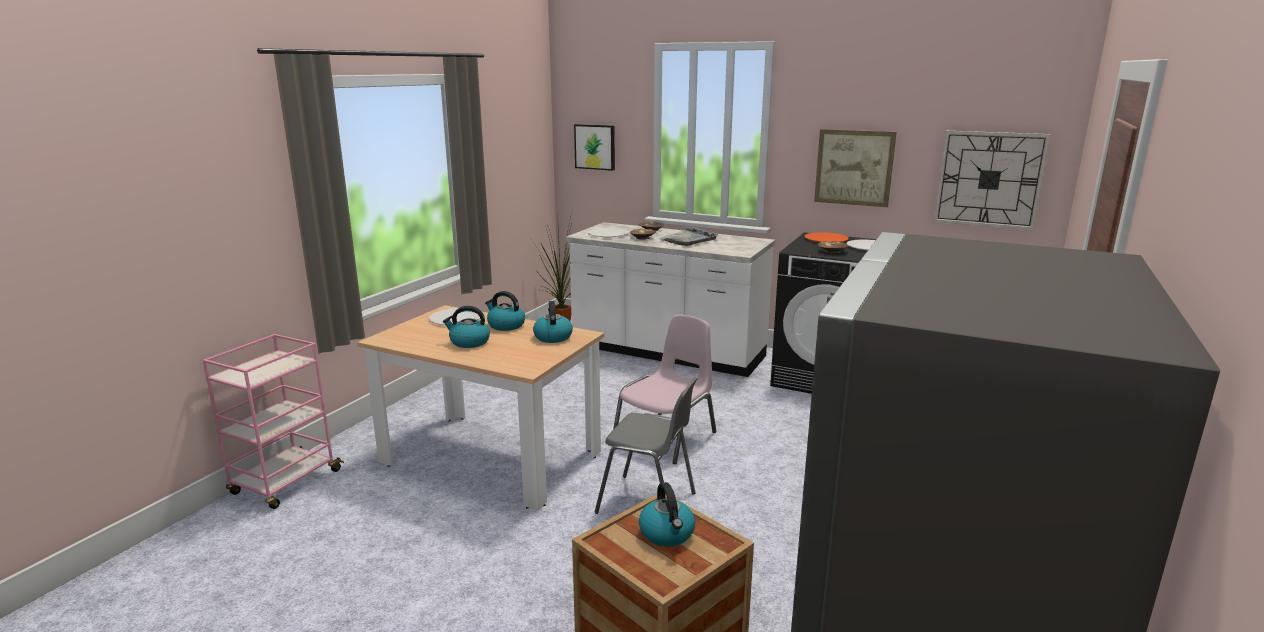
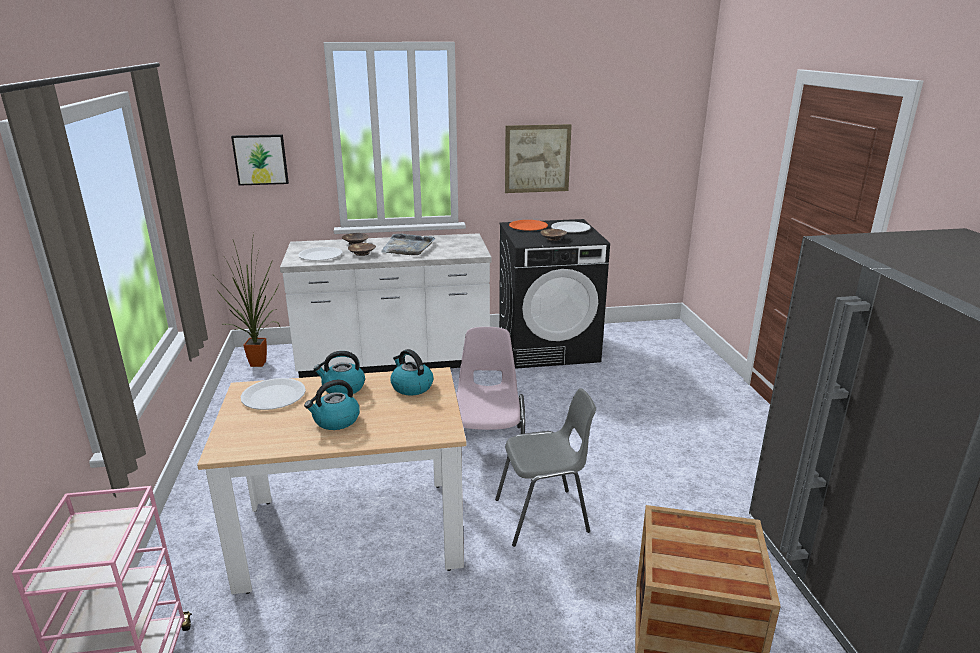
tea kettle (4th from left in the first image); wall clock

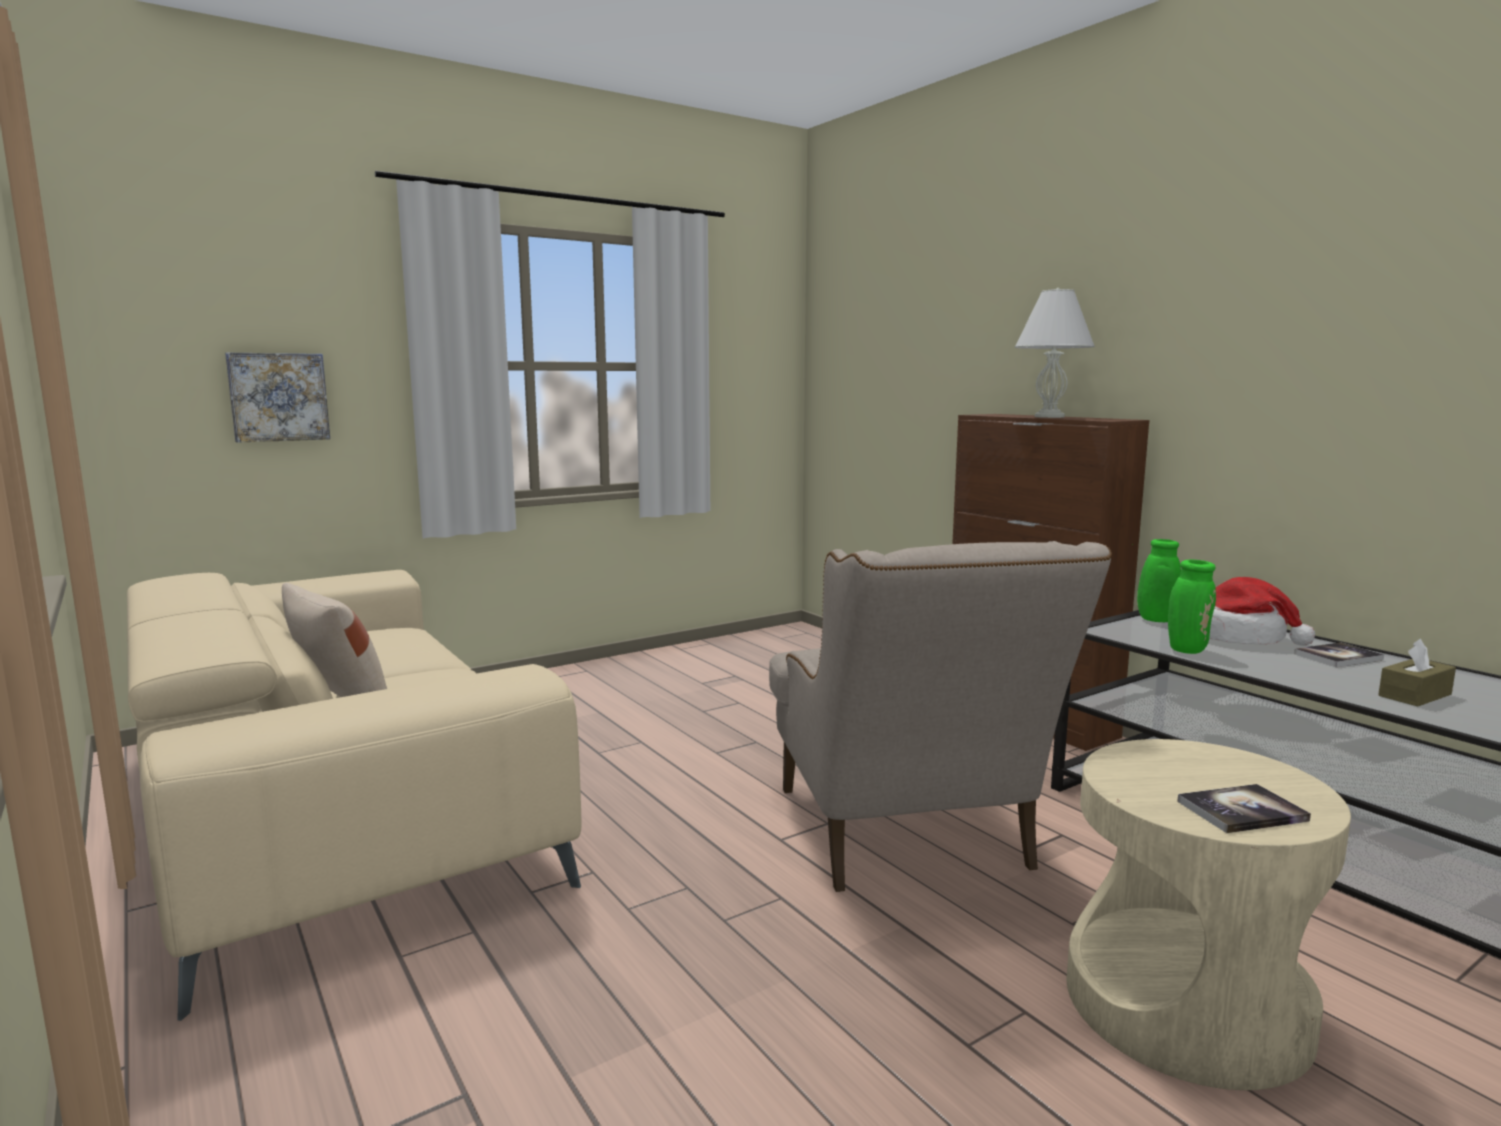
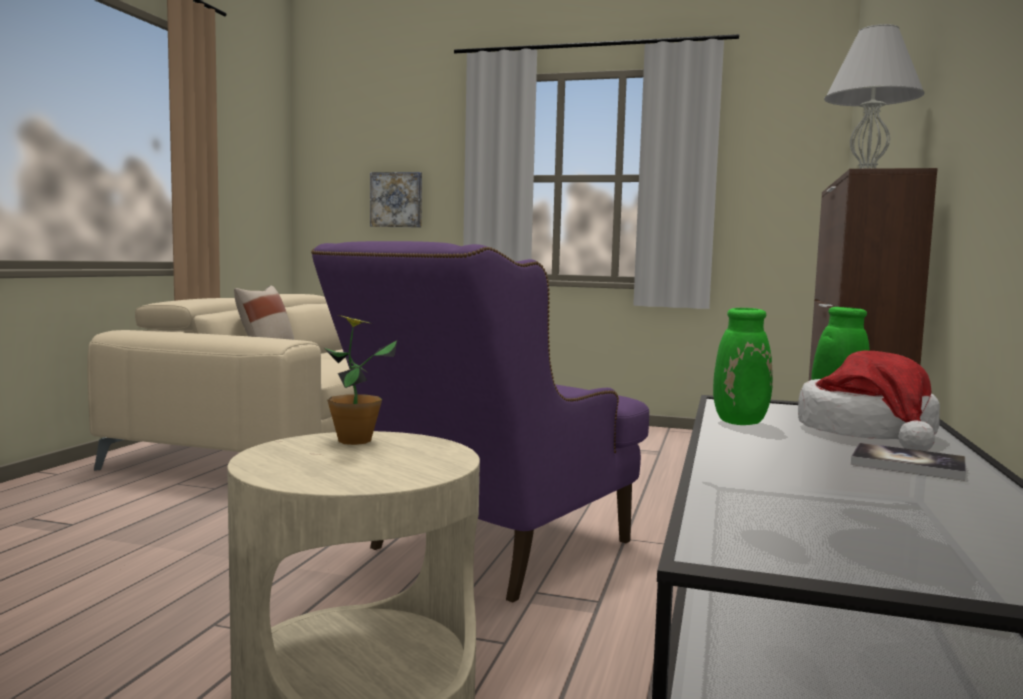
purple lounge chair; potted plant; volume (1st from left in the first image); brown-coloured tissue holder

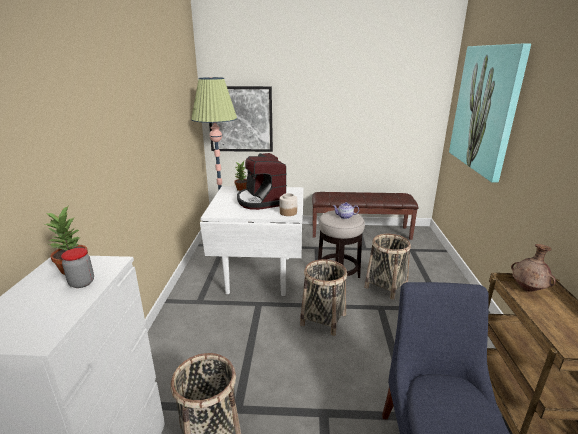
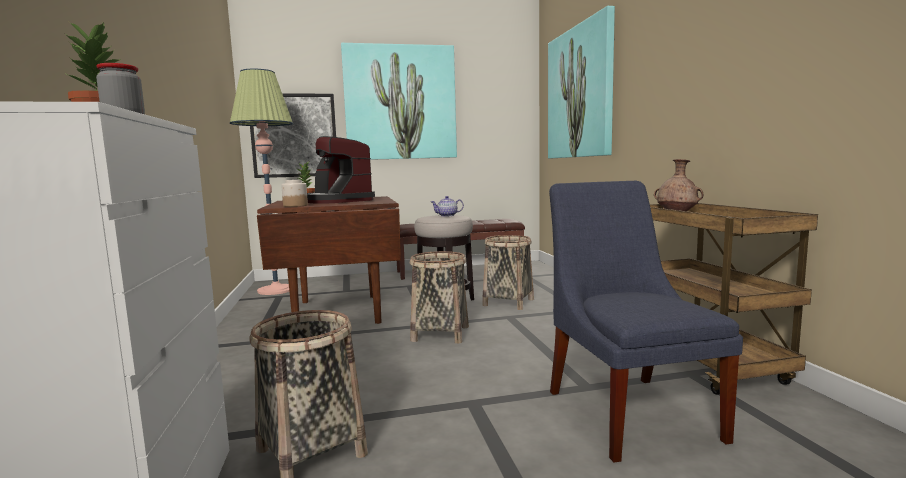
brown-coloured kitchen table; storage jar (2nd from left); wall picture (2nd from left)

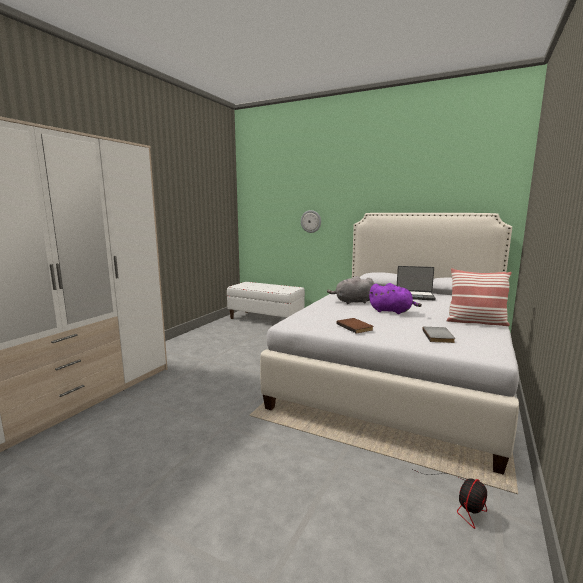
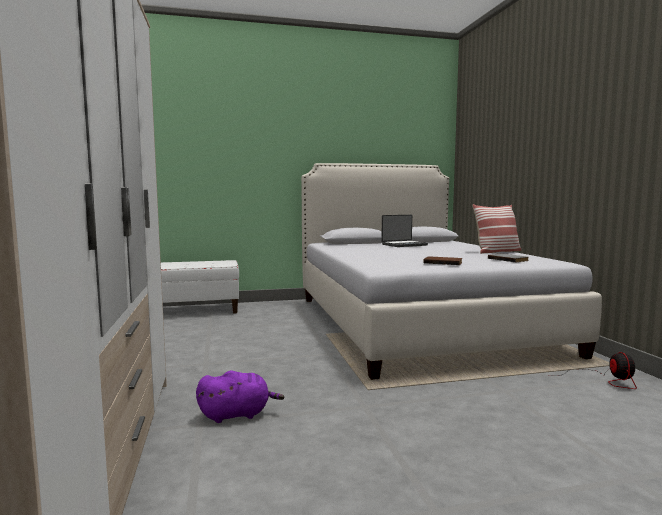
purple cuddly toy; wall clock; greyish cuddly toy

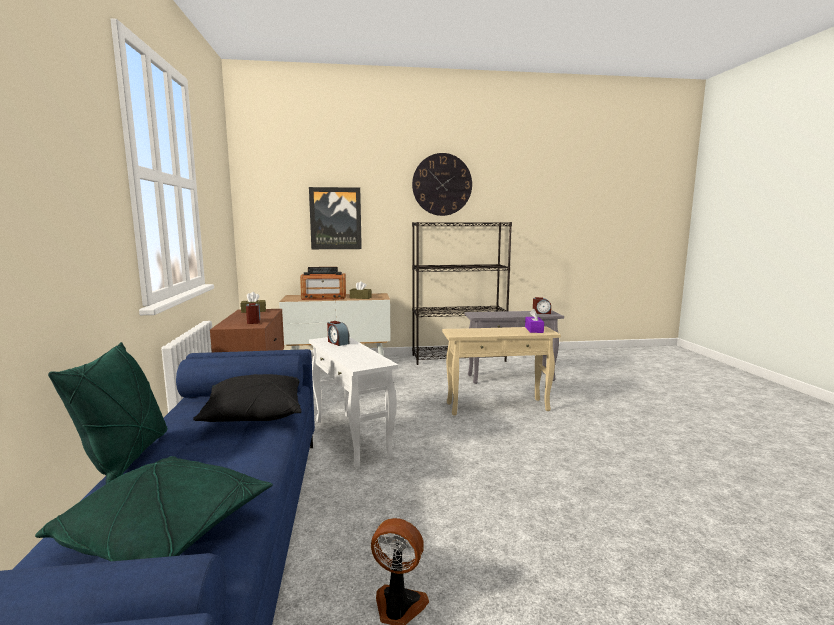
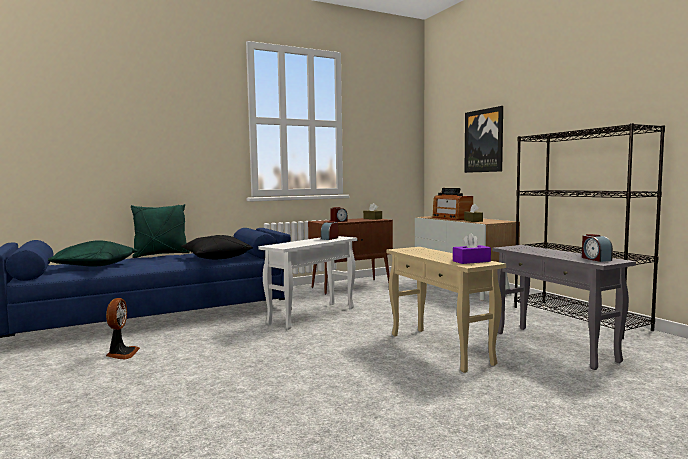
wall clock

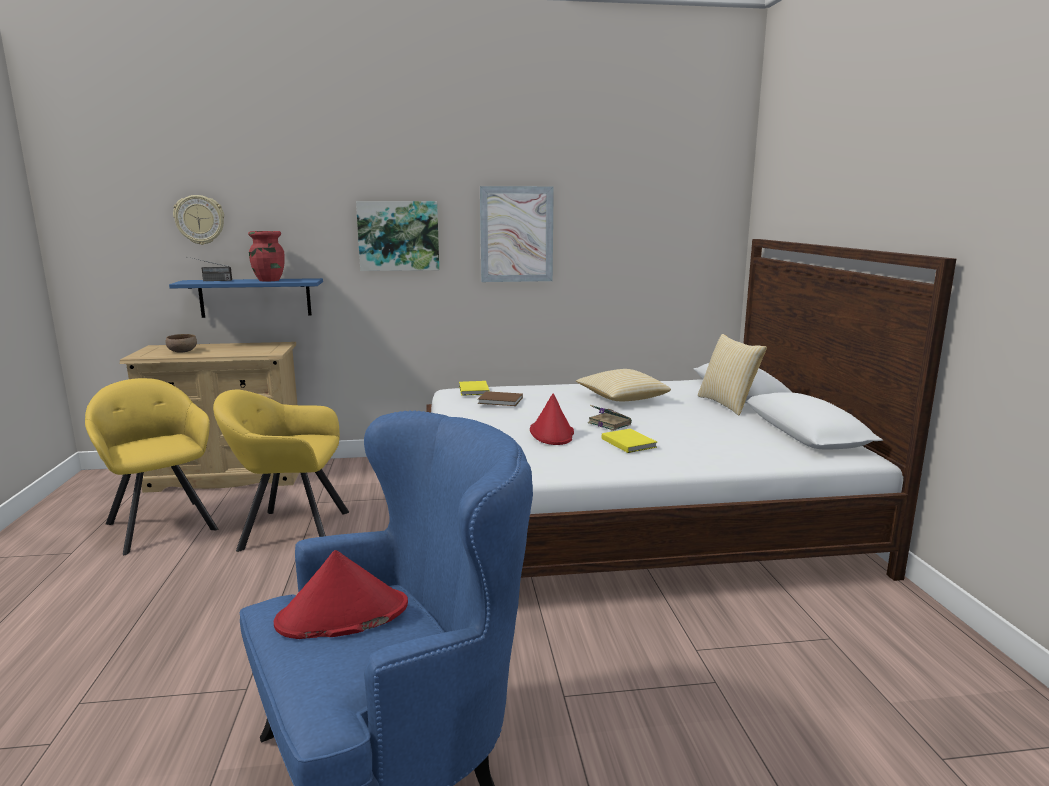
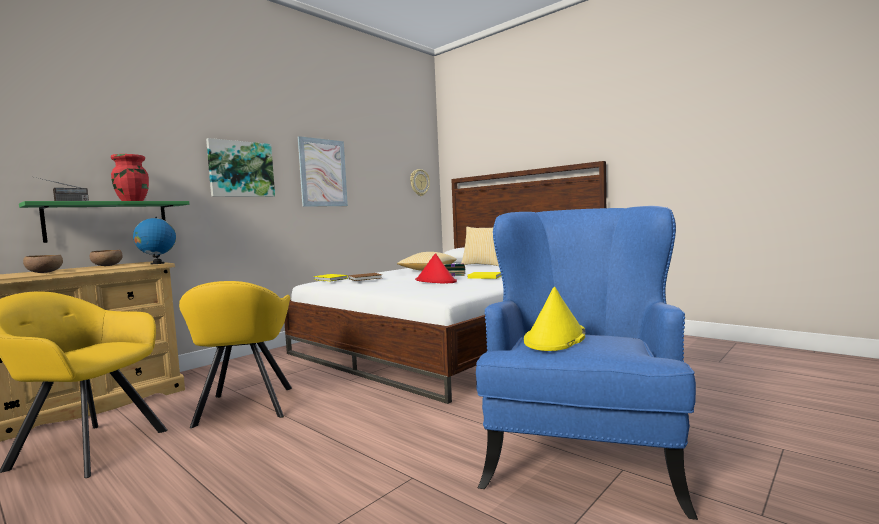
green-coloured wall shelf; brown-coloured bowl (2nd from left); world globe; yellowish lounge chair (2nd from left); wall clock; yellowish hat

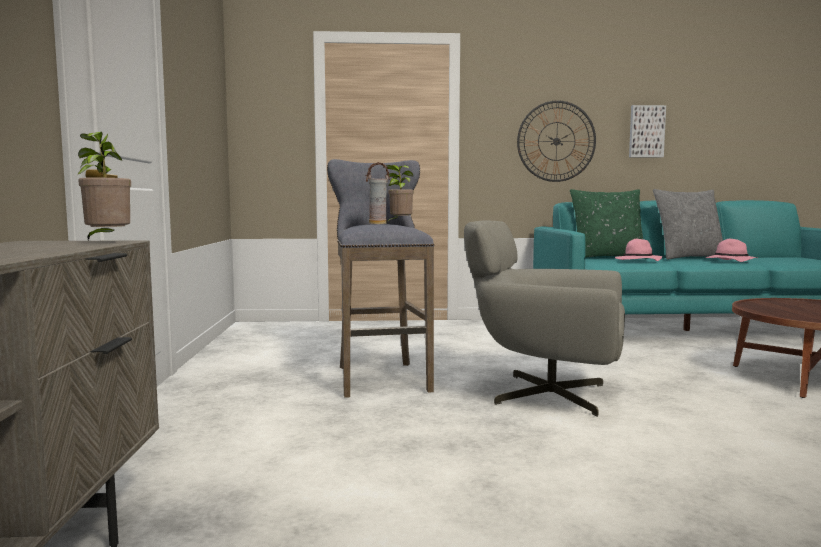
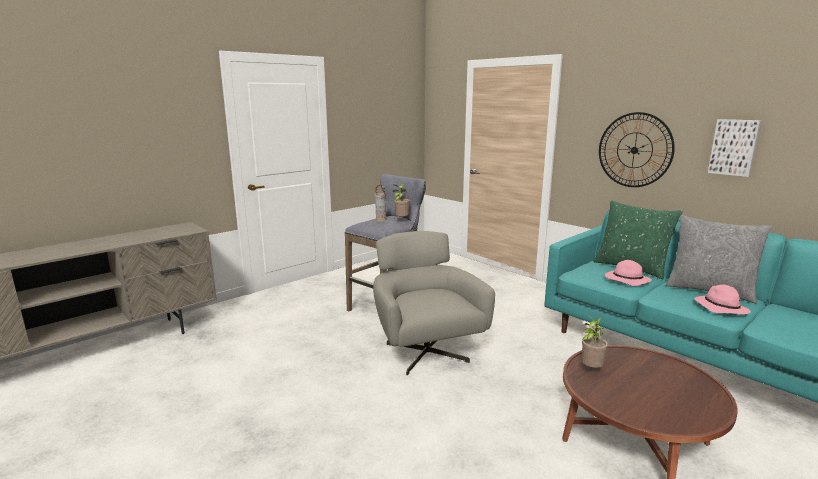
potted plant (2nd from left)

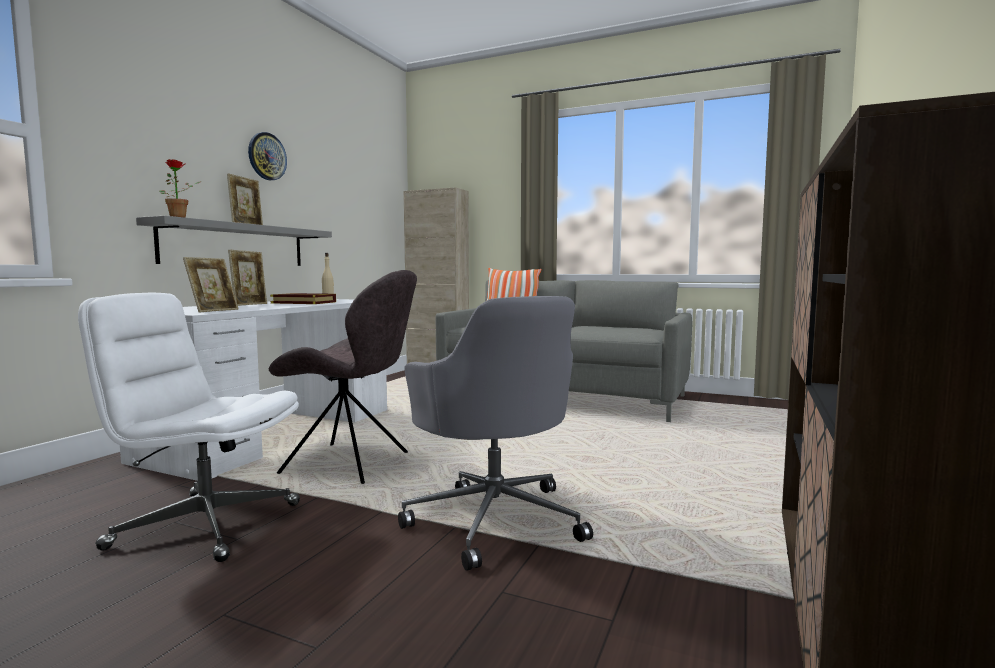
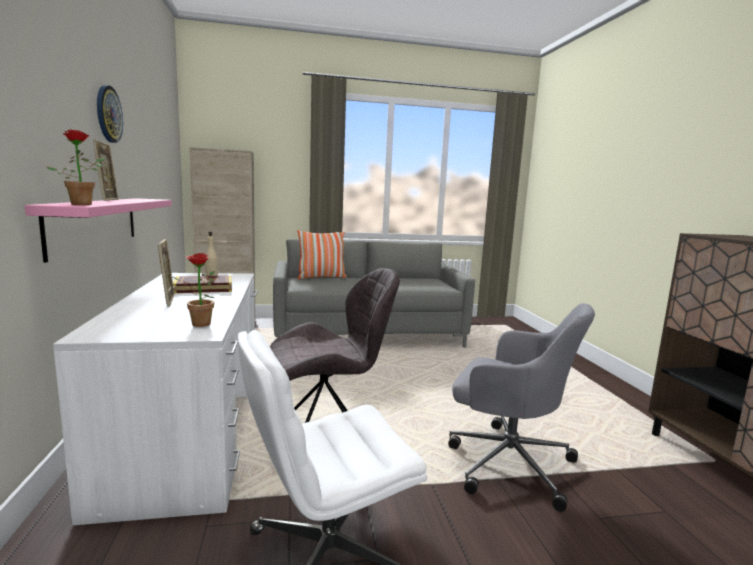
pink-coloured wall shelf; potted plant (2nd from left)

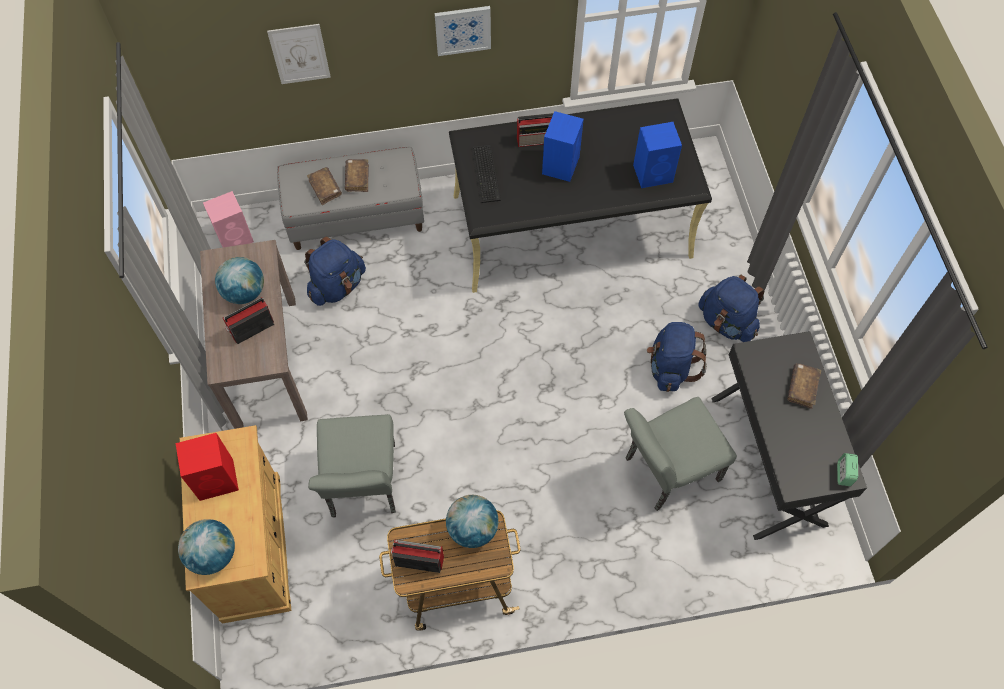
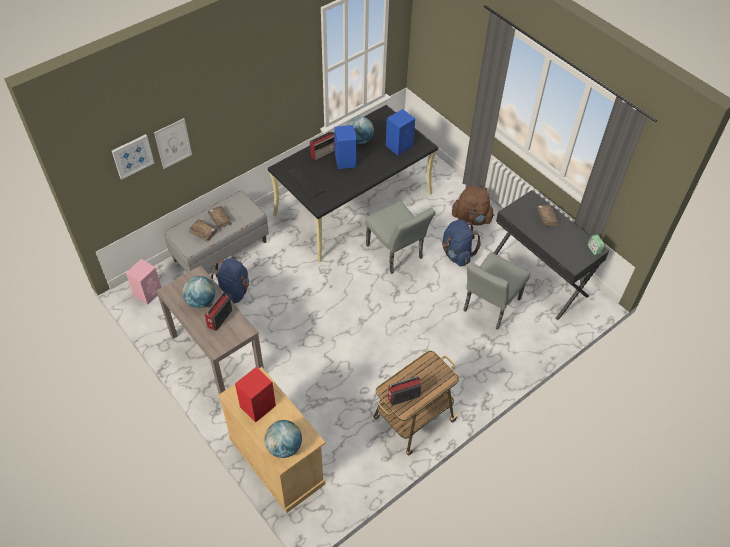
wall picture (1st from left); world globe (3rd from left); greyish chair (1st from left); brown-coloured rucksack

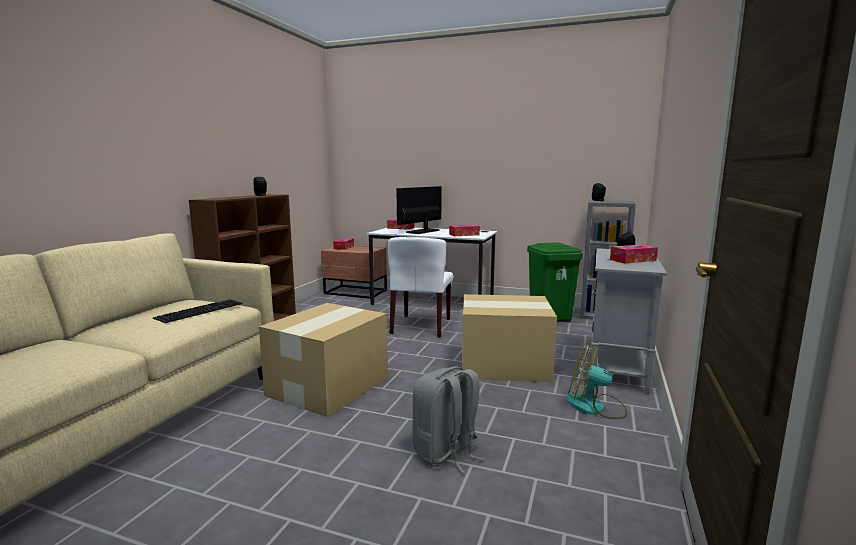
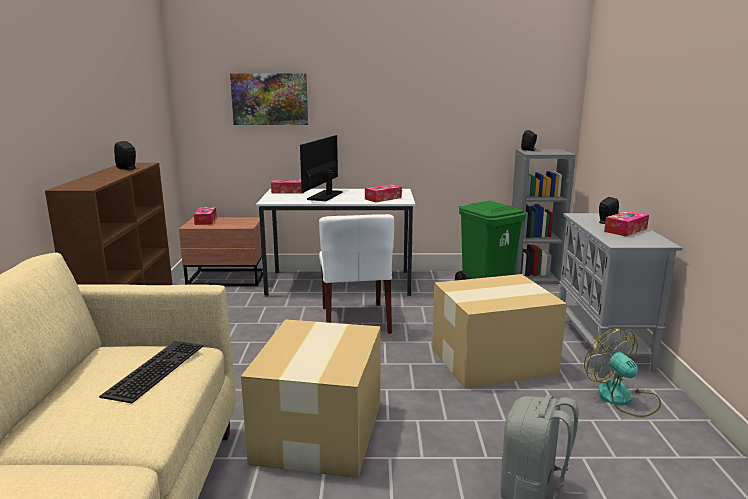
wall picture; cooling fan

